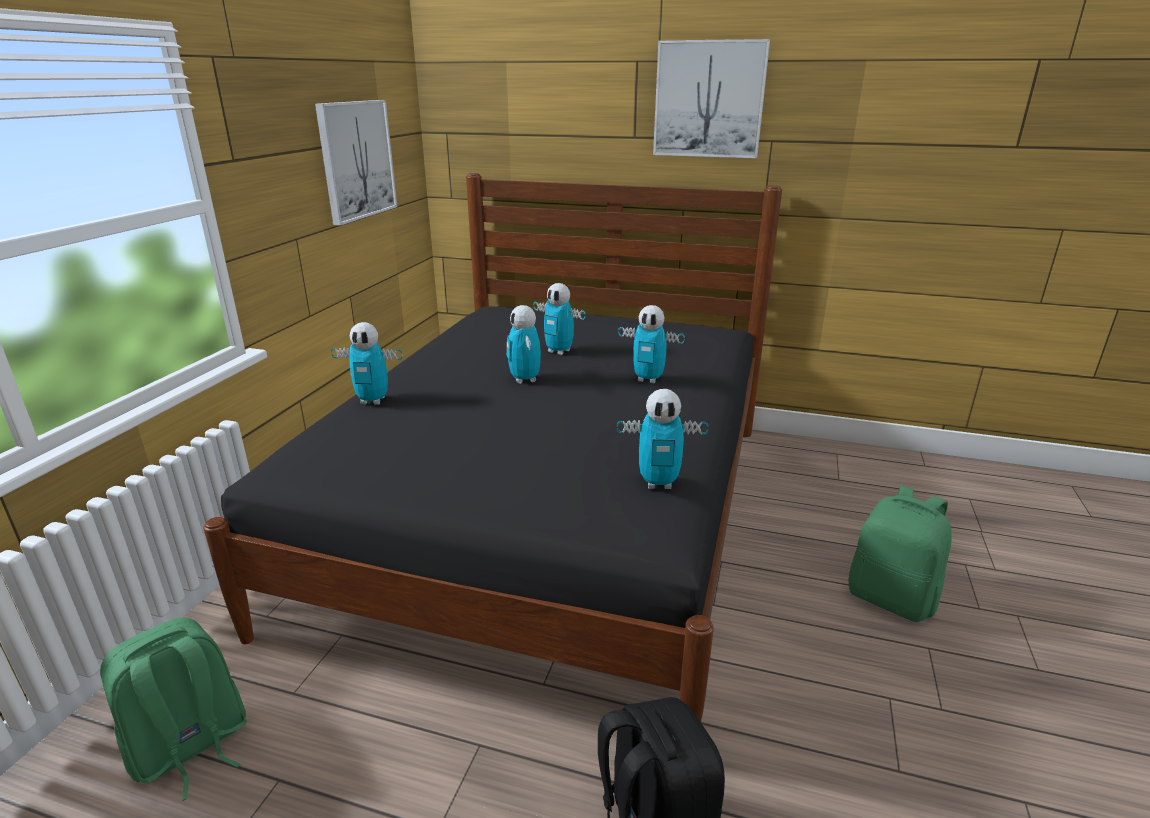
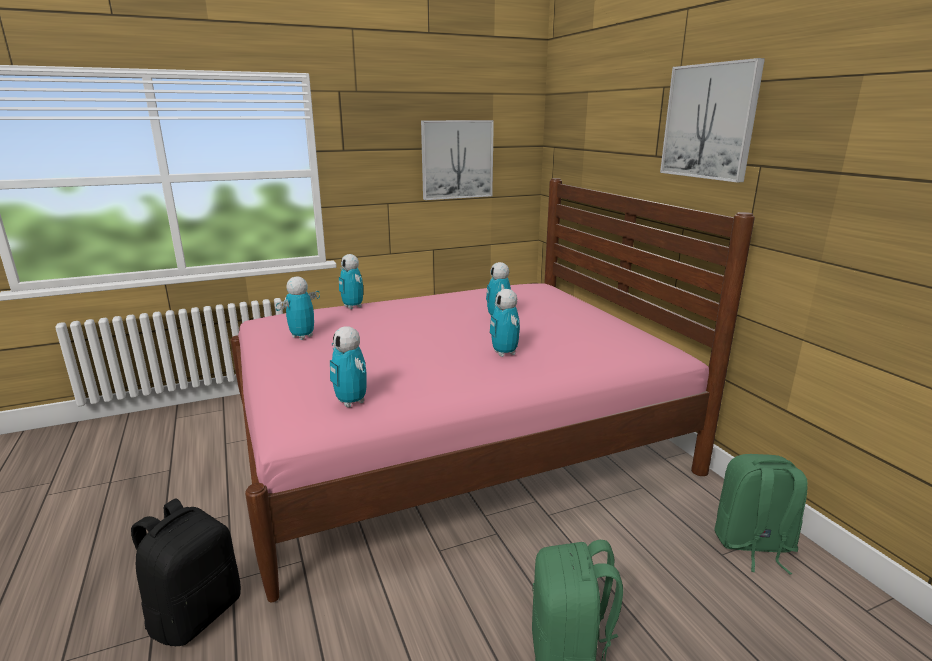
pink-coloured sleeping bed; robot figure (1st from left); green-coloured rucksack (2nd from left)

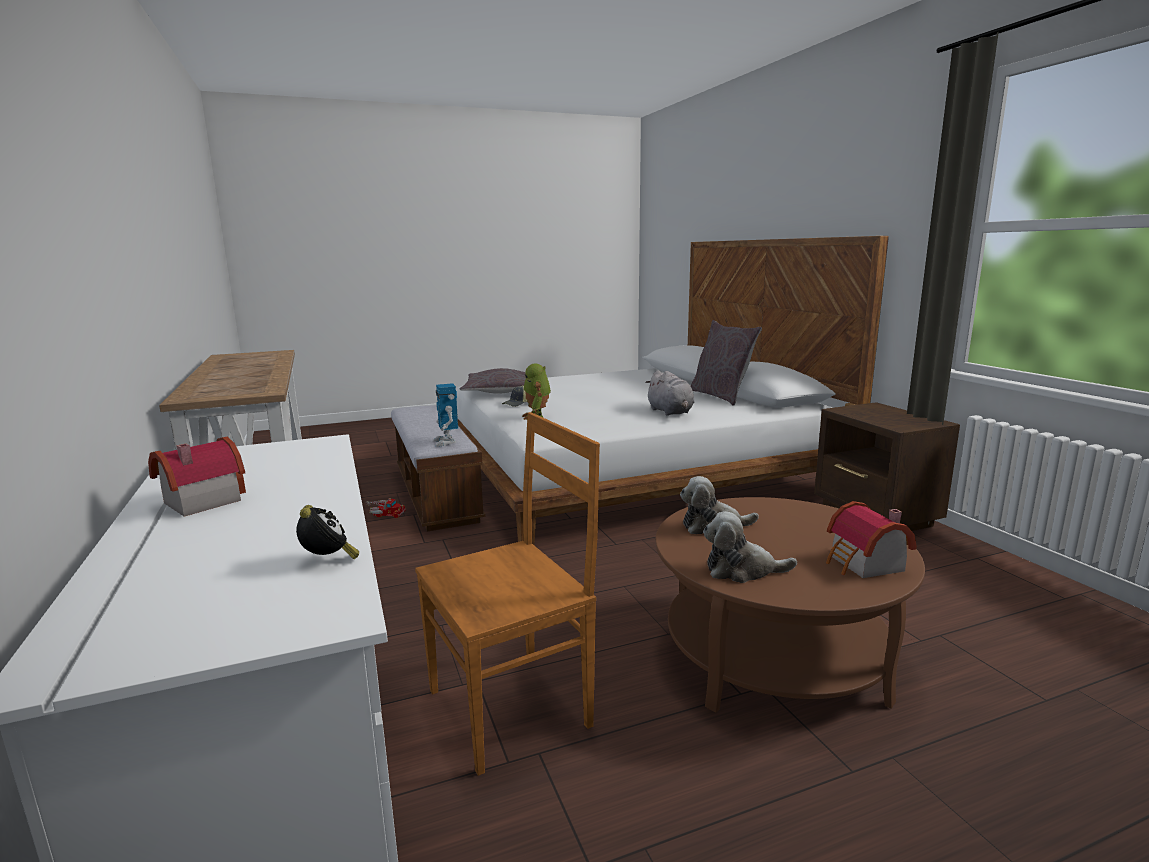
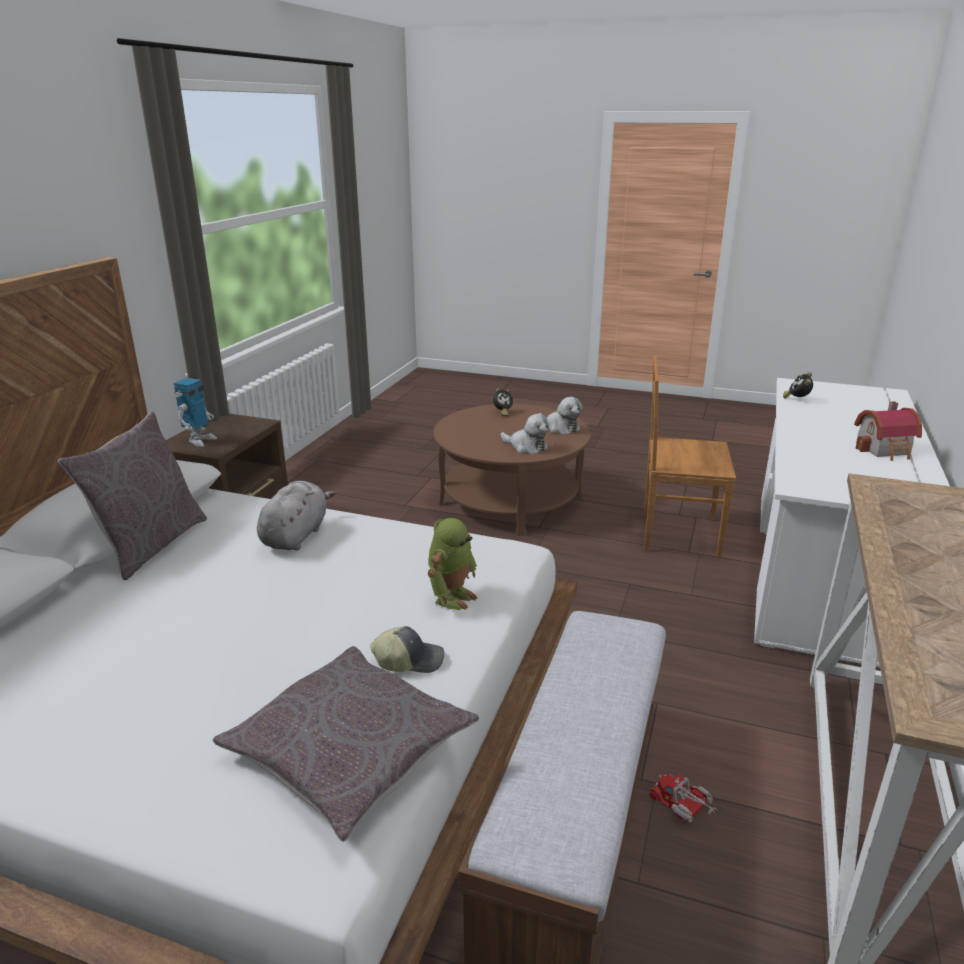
robot figure (1st from left); alarm clock (1st from left)

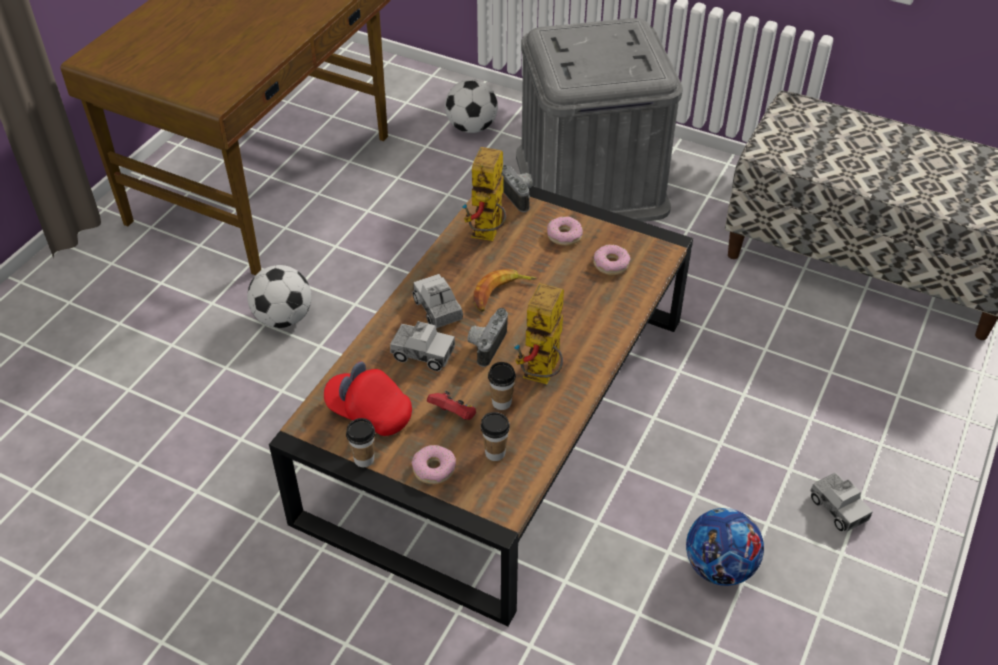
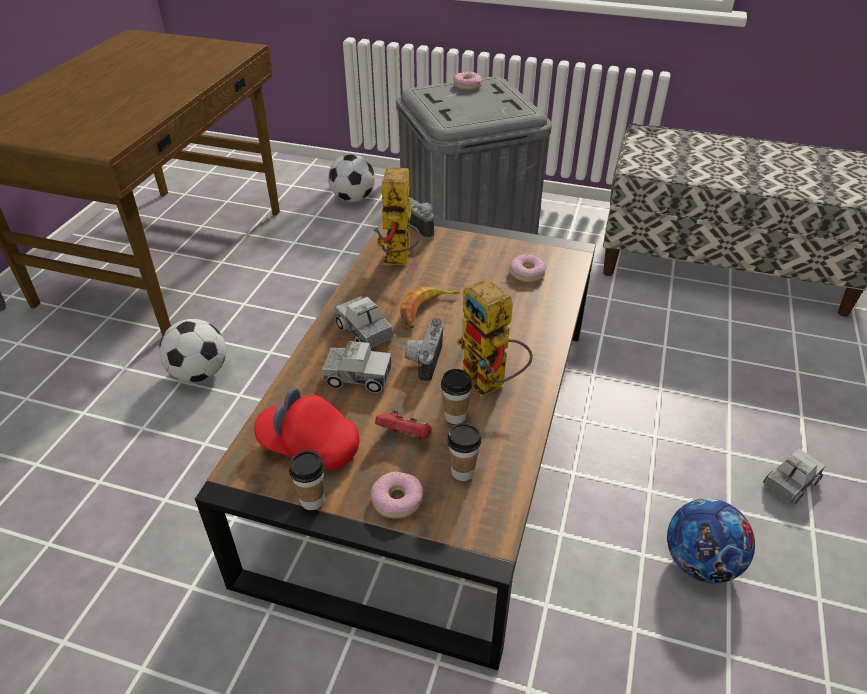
donut (2nd from left); robot figure (2nd from left); toy truck (3rd from left)

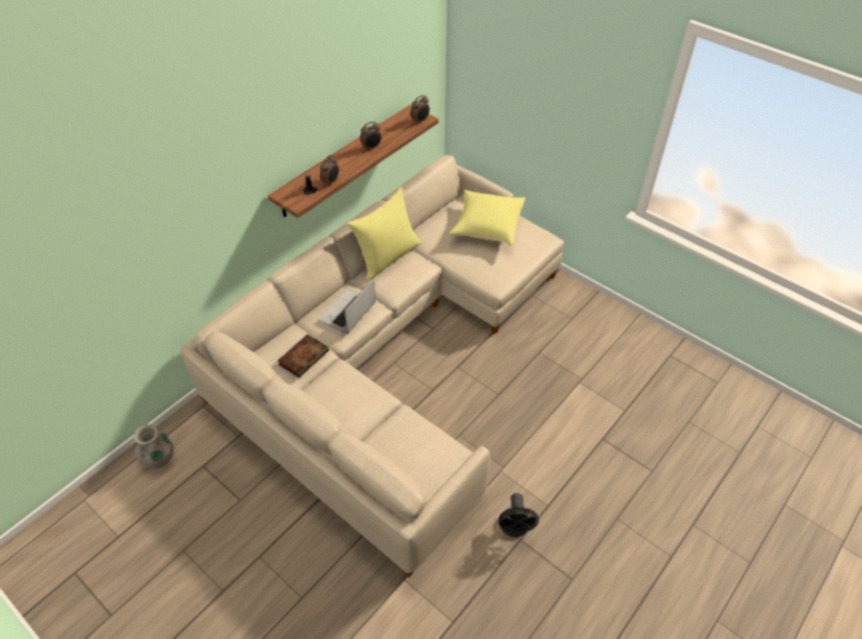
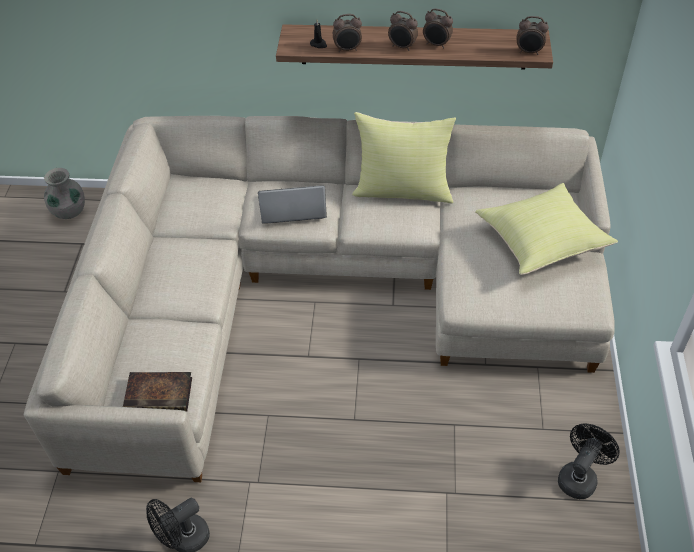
volume; alarm clock (2nd from left); black-coloured cooling fan (2nd from left)

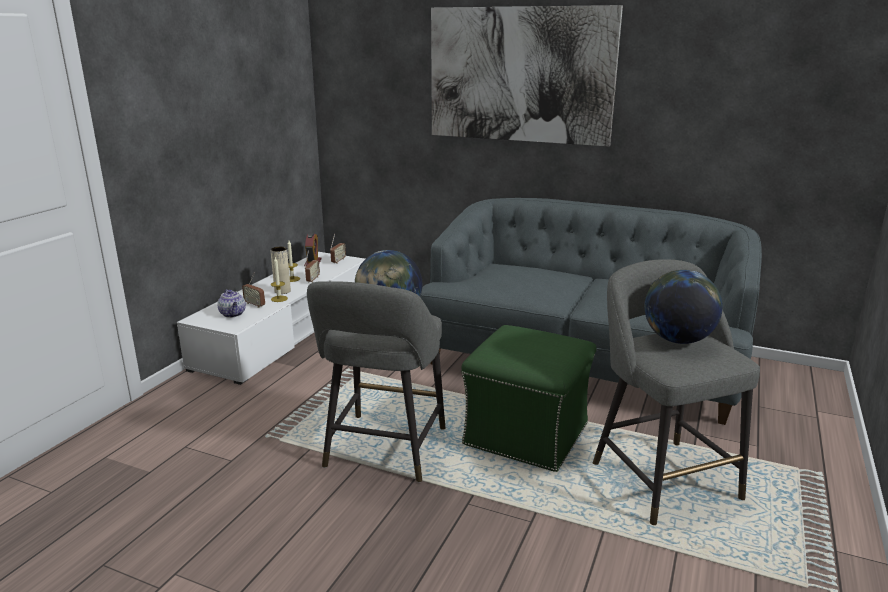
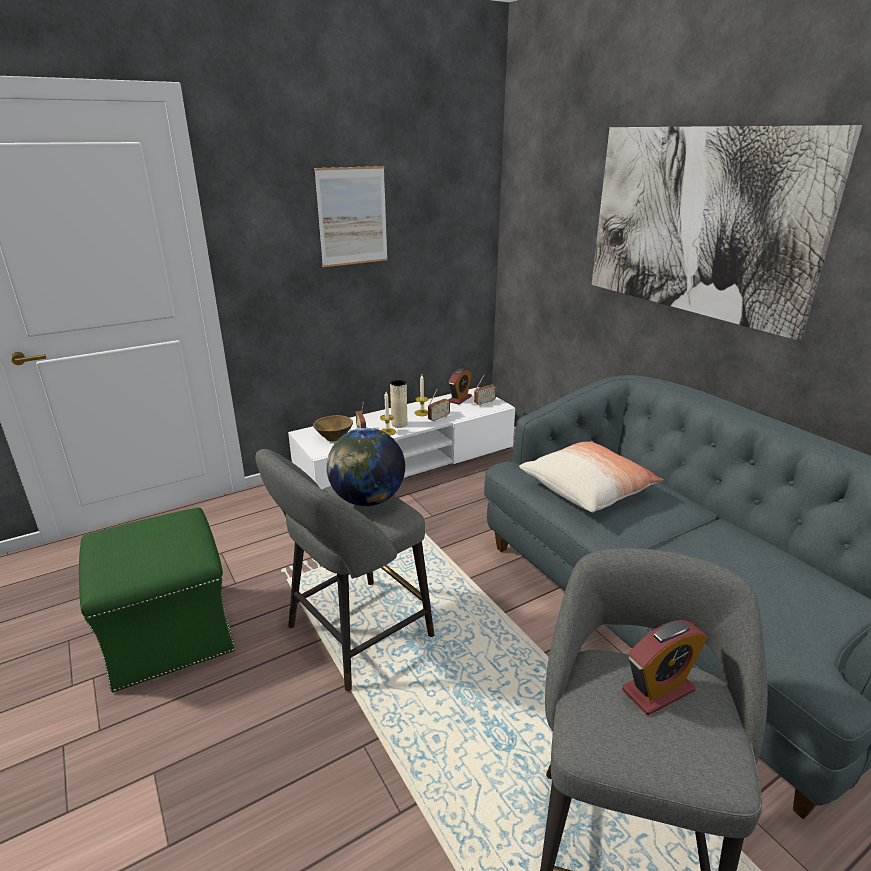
green-coloured ottoman; brown-coloured bowl; wall picture (1st from left); throw pillow; alarm clock (2nd from left)

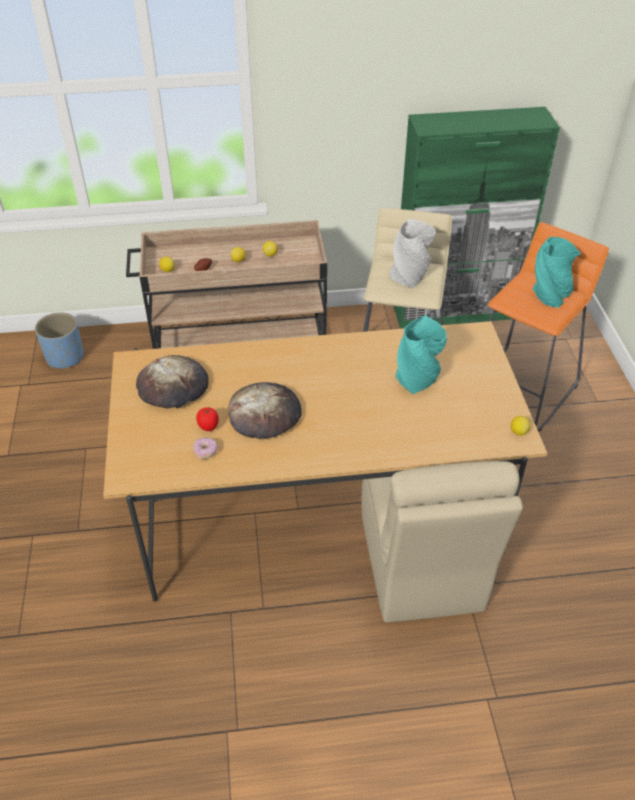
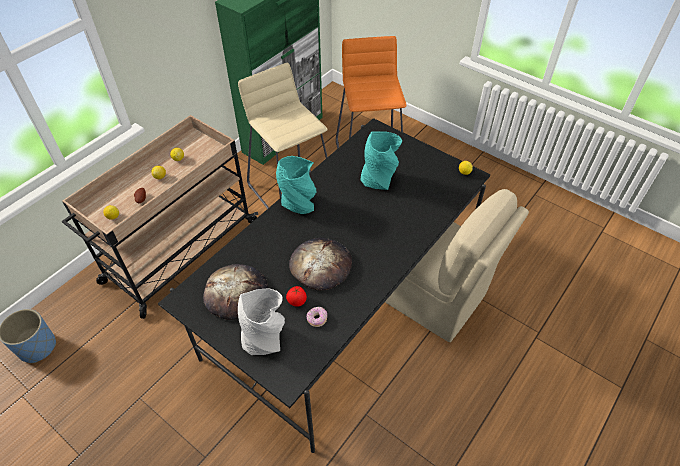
black-coloured kitchen table; greyish vase; turquoise-coloured vase (1st from left)

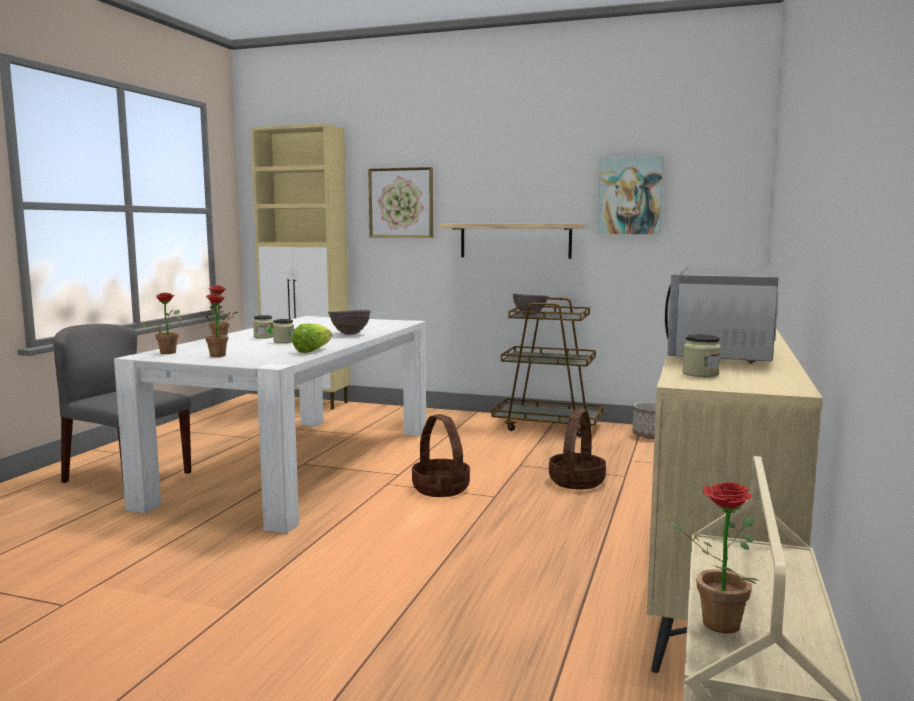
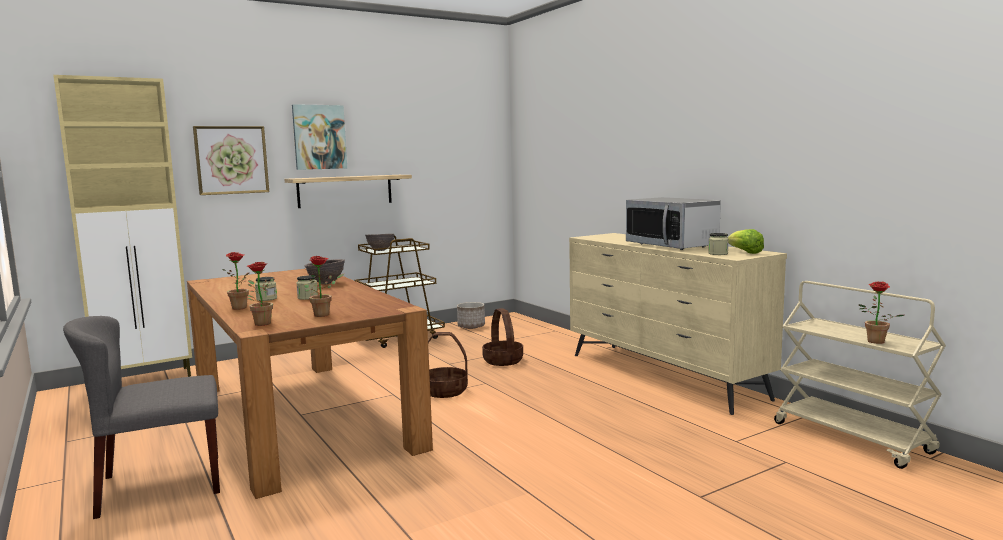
brown-coloured kitchen table; wall picture (2nd from left); lettuce

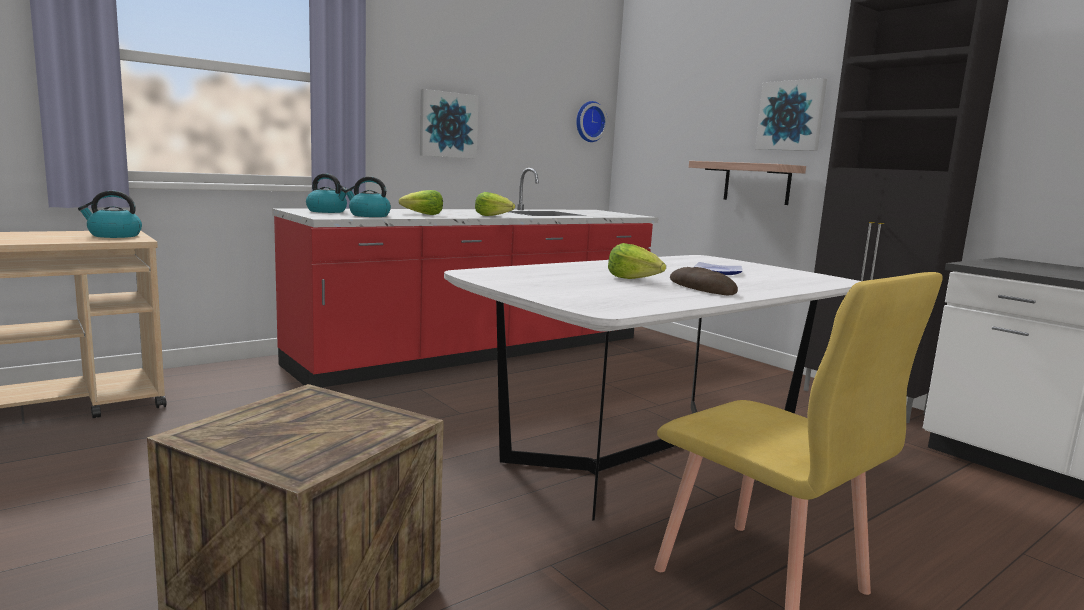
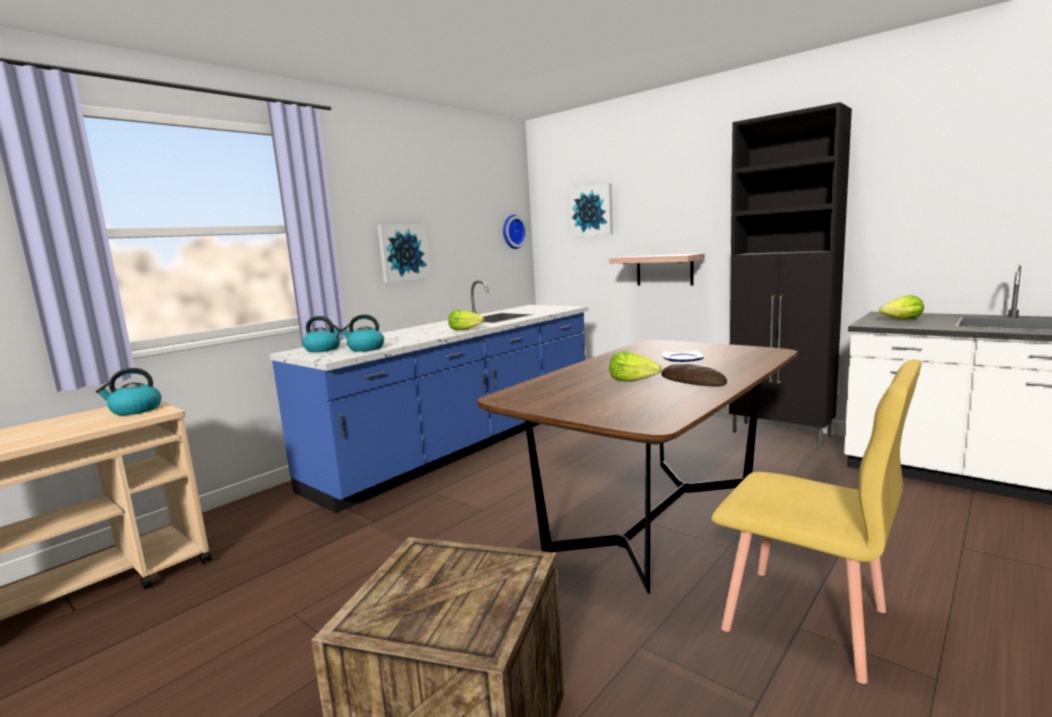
bluish kitchen base unit; brown-coloured kitchen table; wall picture (2nd from left); lettuce (3rd from left)

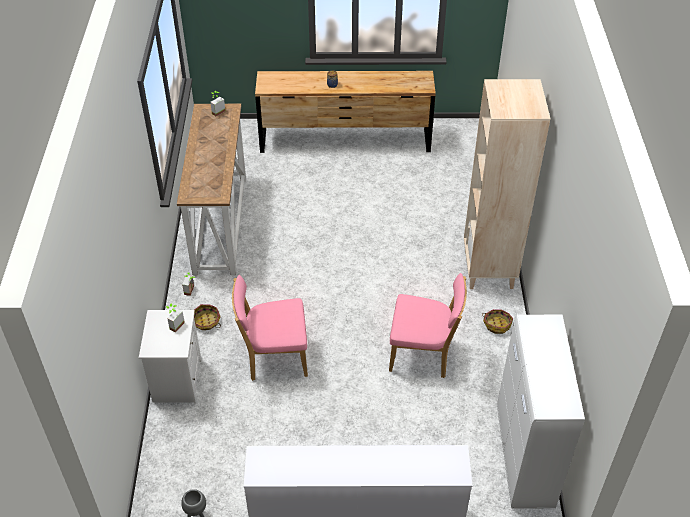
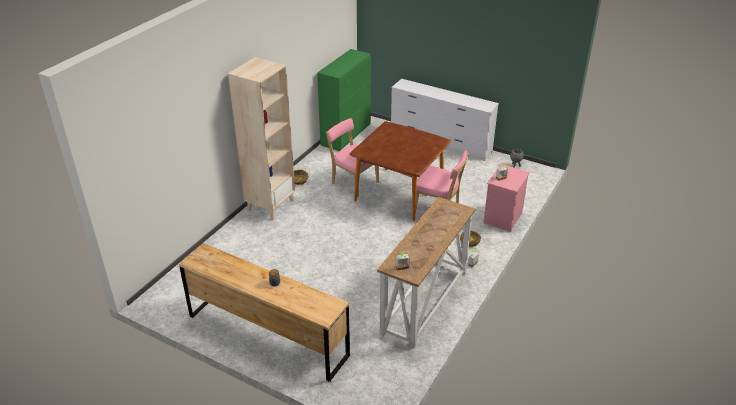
green-coloured storage cabinet; brown-coloured kitchen table; pink-coloured night table

